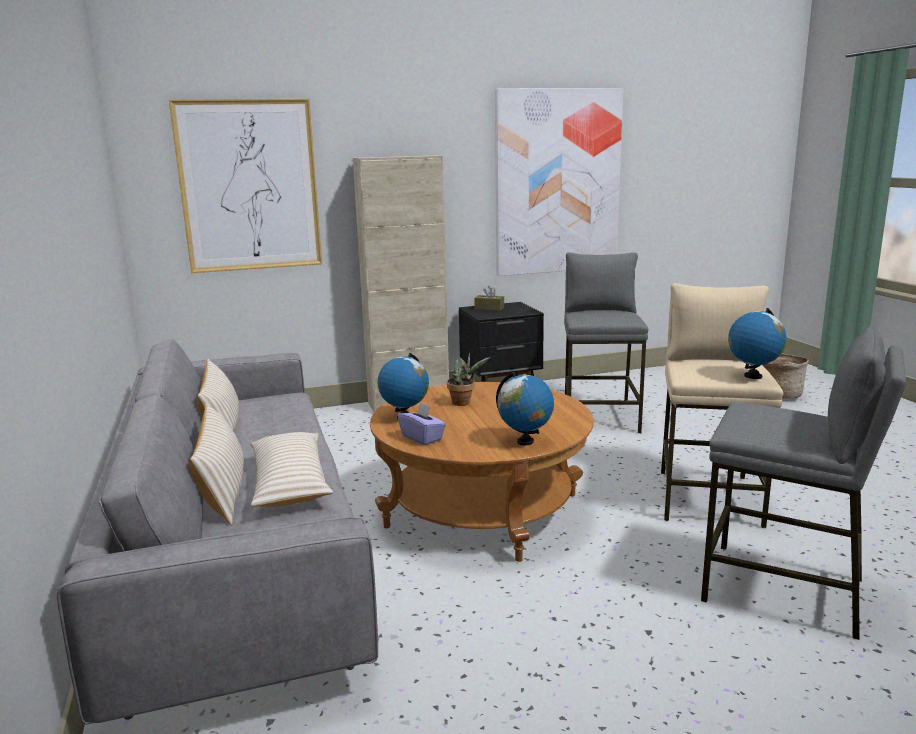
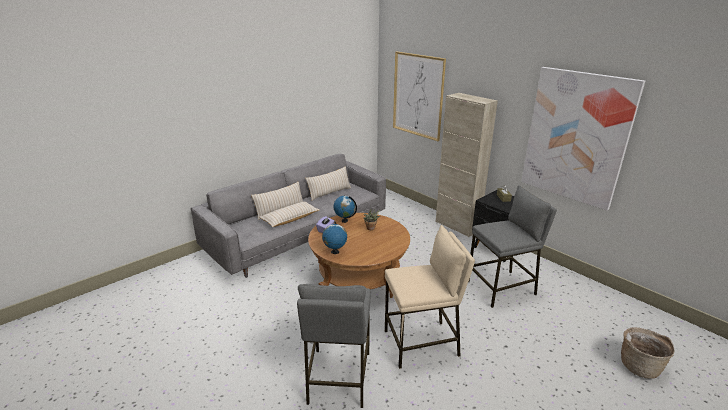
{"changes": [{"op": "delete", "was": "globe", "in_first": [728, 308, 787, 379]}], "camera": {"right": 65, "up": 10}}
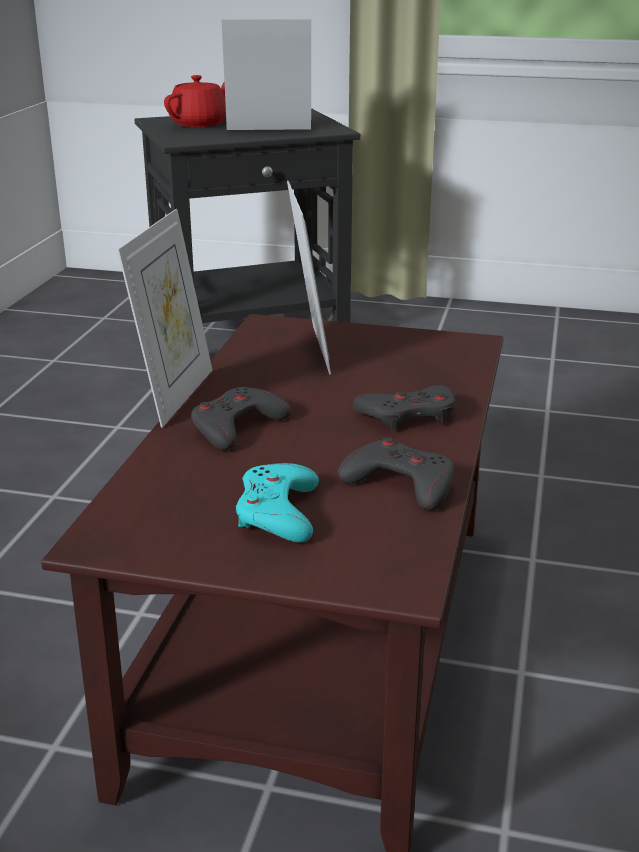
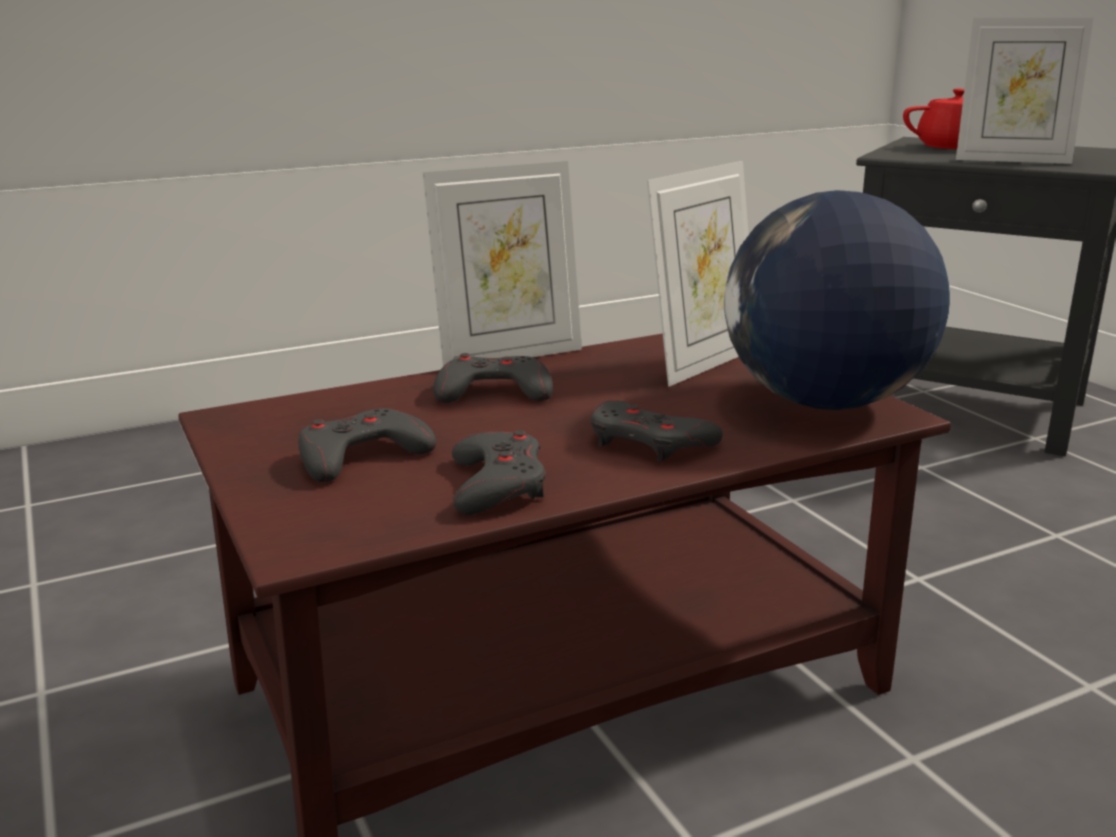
{"changes": [{"op": "rotate", "was": "picture frame", "in_first": [222, 19, 311, 130], "in_second": [956, 18, 1094, 164], "clockwise": 150}, {"op": "recolor", "was": "game controller (turquoise)", "now": "game controller (grey)", "in_first": [236, 463, 319, 543], "in_second": [298, 408, 436, 482]}, {"op": "insert", "now": "globe", "in_second": [724, 190, 950, 410]}], "camera": {"right": 50, "up": -5}}
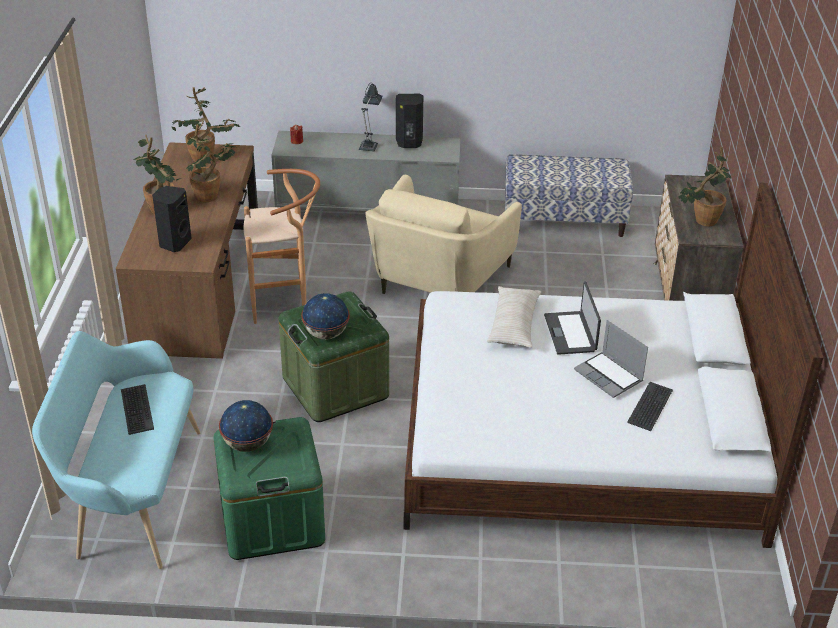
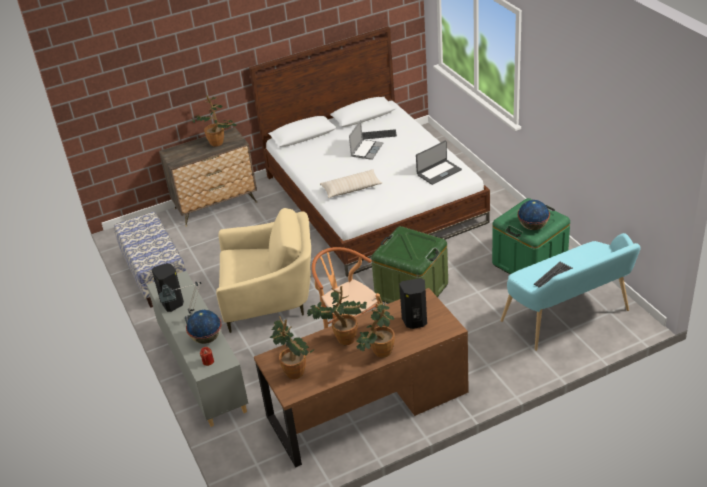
{"changes": [{"op": "move", "was": "laptop", "in_first": [544, 281, 601, 355], "in_second": [416, 141, 462, 185]}, {"op": "move", "was": "globe", "in_first": [301, 293, 350, 339], "in_second": [186, 310, 222, 344]}], "camera": {"right": -115, "up": 0}}
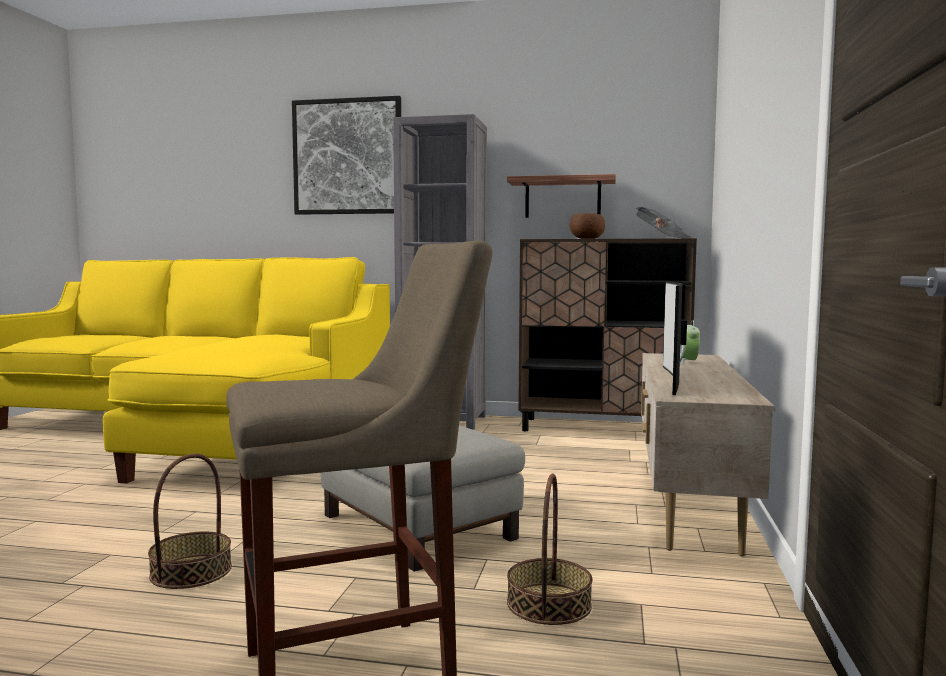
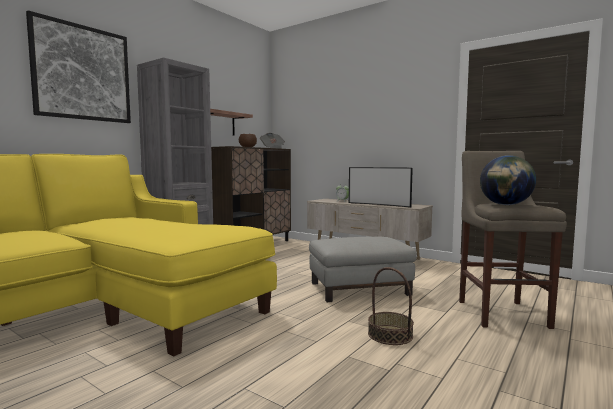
{"changes": [{"op": "delete", "was": "basket", "in_first": [507, 473, 593, 625]}, {"op": "insert", "now": "globe", "in_second": [480, 155, 536, 205]}], "camera": {"right": -65, "up": 0}}
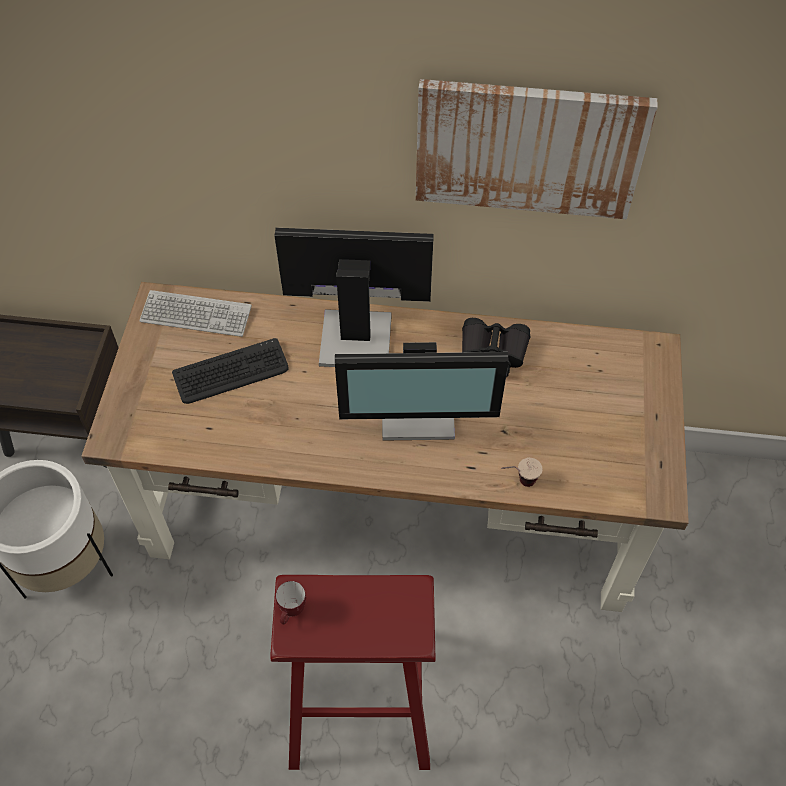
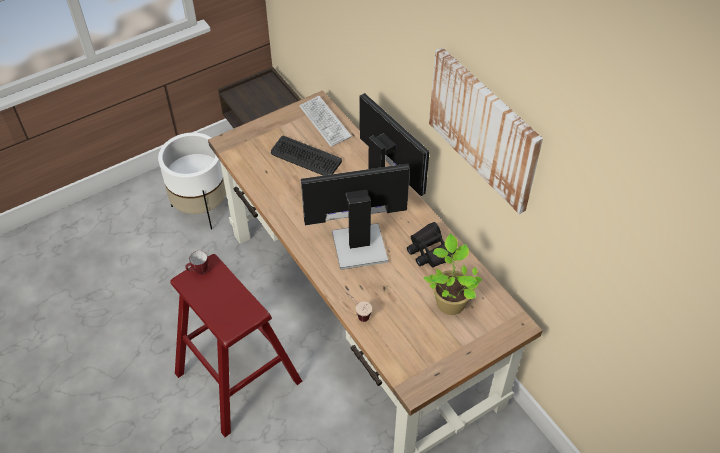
{"changes": [{"op": "rotate", "was": "monitor", "in_first": [335, 342, 509, 441], "in_second": [301, 164, 410, 270], "clockwise": 120}, {"op": "insert", "now": "potted plant", "in_second": [424, 234, 482, 315]}], "camera": {"right": 50, "up": -5}}
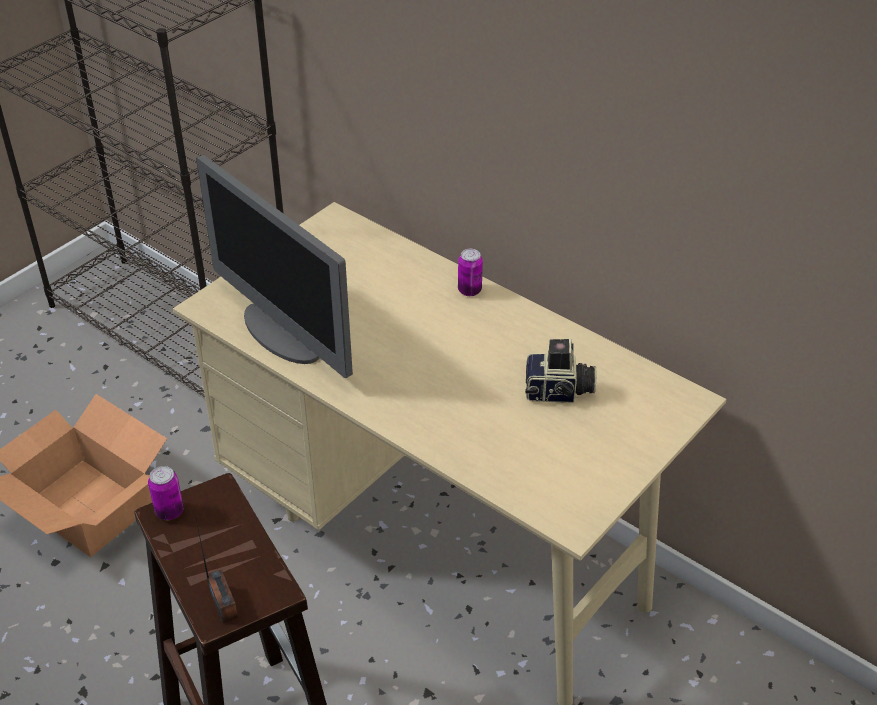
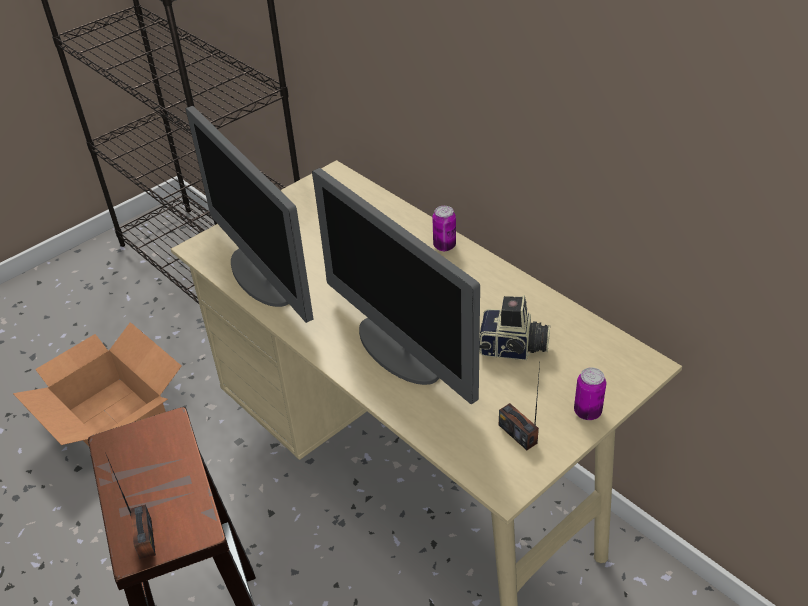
{"changes": [{"op": "move", "was": "can", "in_first": [148, 466, 184, 520], "in_second": [574, 367, 606, 420]}, {"op": "insert", "now": "monitor", "in_second": [312, 168, 480, 404]}, {"op": "insert", "now": "radio", "in_second": [499, 364, 540, 450]}], "camera": {"right": 10, "up": 0}}
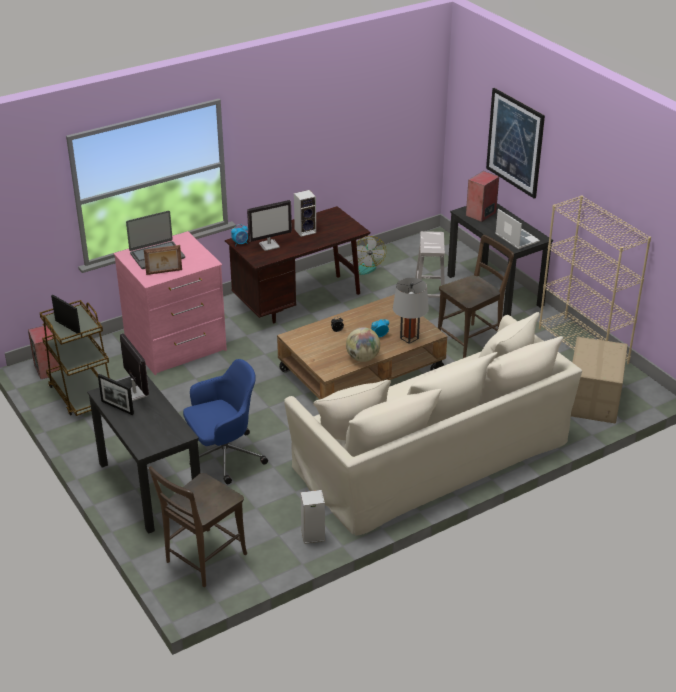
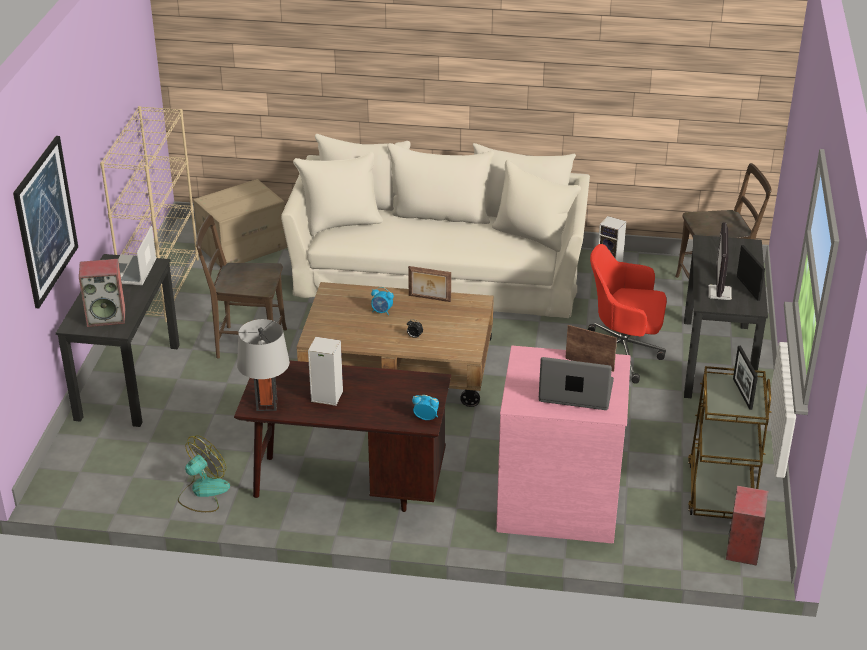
{"changes": [{"op": "delete", "was": "monitor", "in_first": [247, 200, 292, 251]}, {"op": "delete", "was": "stool (white)", "in_first": [415, 231, 446, 317]}, {"op": "move", "was": "table lamp (grey)", "in_first": [393, 278, 429, 344], "in_second": [237, 319, 290, 411]}, {"op": "replace", "was": "globe", "now": "picture frame", "in_first": [346, 327, 380, 362], "in_second": [408, 266, 451, 302]}, {"op": "recolor", "was": "office chair (blue)", "now": "office chair (red)", "in_first": [183, 359, 268, 484], "in_second": [588, 244, 667, 384]}], "camera": {"right": -140, "up": 0}}
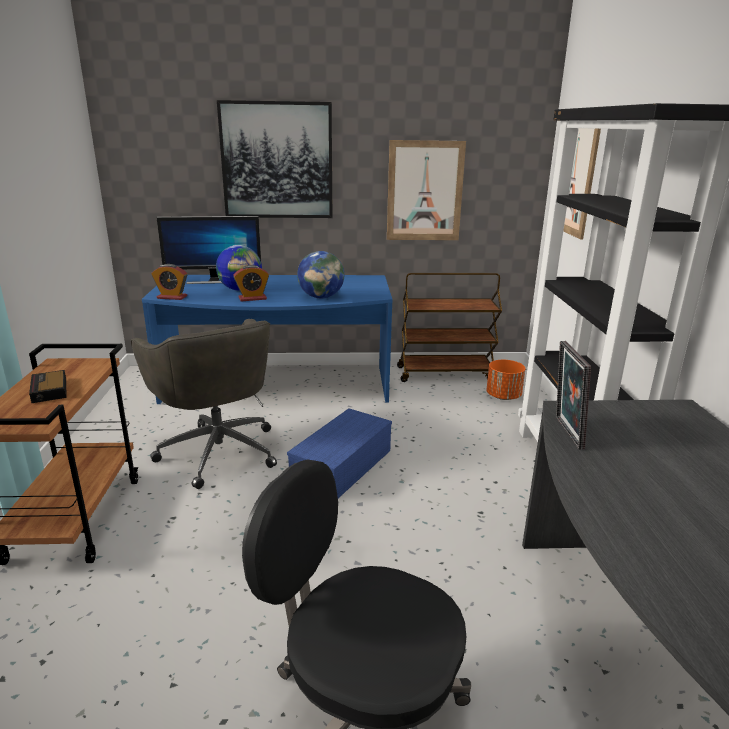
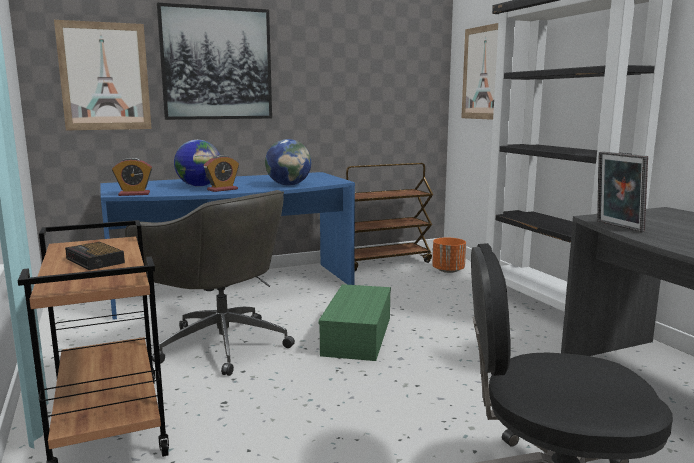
{"changes": [{"op": "move", "was": "picture", "in_first": [387, 140, 466, 240], "in_second": [54, 20, 152, 130]}, {"op": "delete", "was": "monitor", "in_first": [157, 216, 261, 284]}, {"op": "recolor", "was": "storage box (blue)", "now": "storage box (green)", "in_first": [287, 408, 392, 498], "in_second": [318, 284, 391, 361]}], "camera": {"right": -20, "up": -10}}
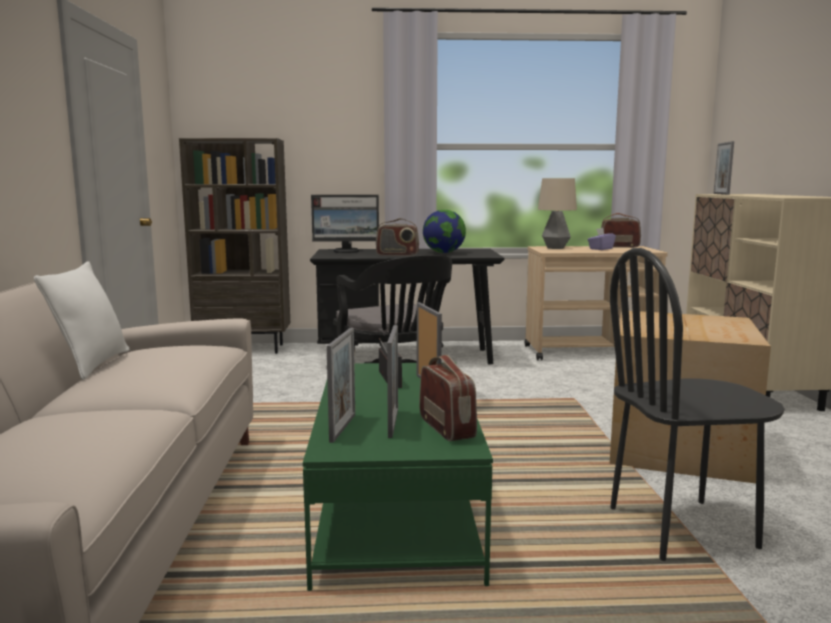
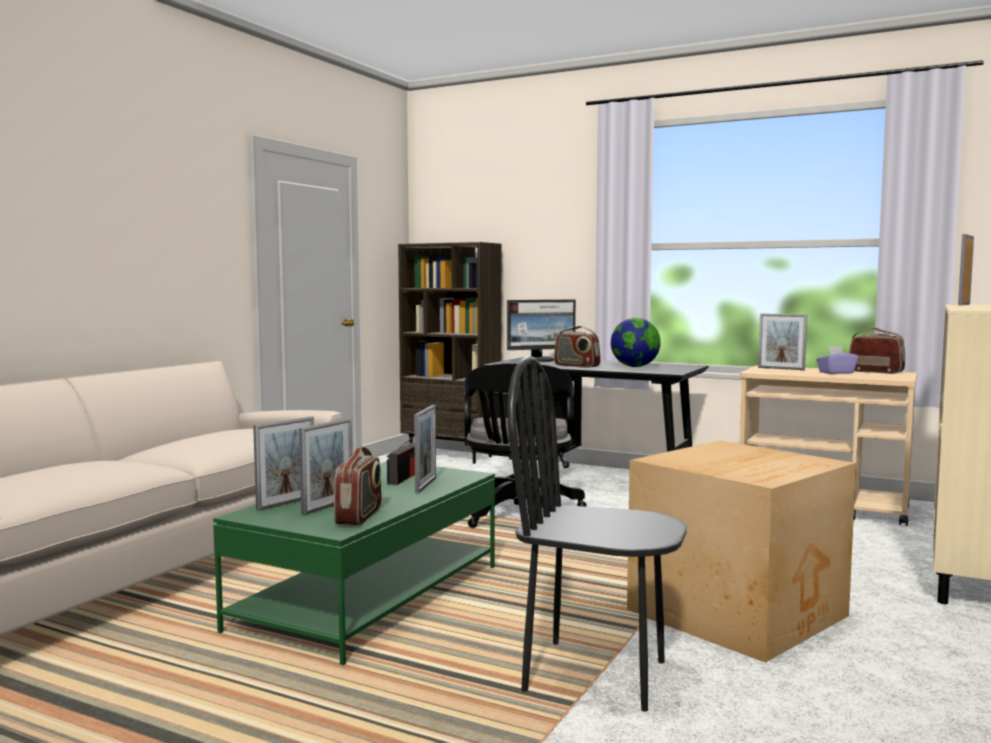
{"changes": [{"op": "replace", "was": "table lamp", "now": "picture frame", "in_first": [538, 178, 577, 249], "in_second": [758, 313, 807, 370]}, {"op": "rotate", "was": "monitor", "in_first": [311, 195, 379, 253], "in_second": [507, 300, 576, 362], "clockwise": -45}, {"op": "delete", "was": "pillow (white)", "in_first": [34, 261, 130, 380]}], "camera": {"right": 30, "up": -5}}
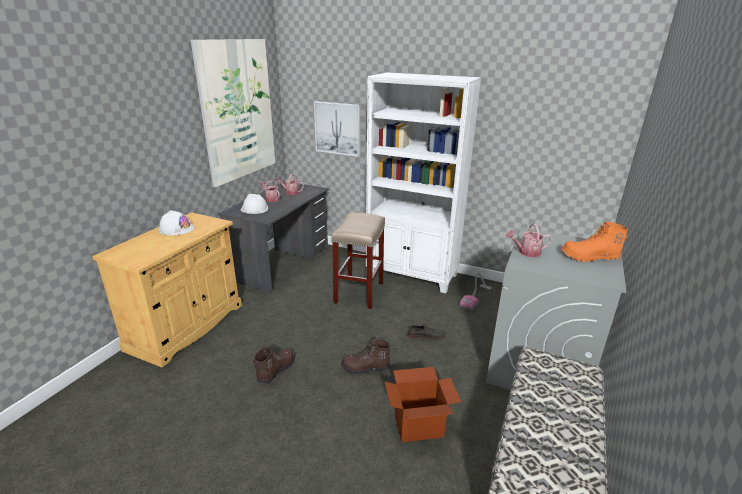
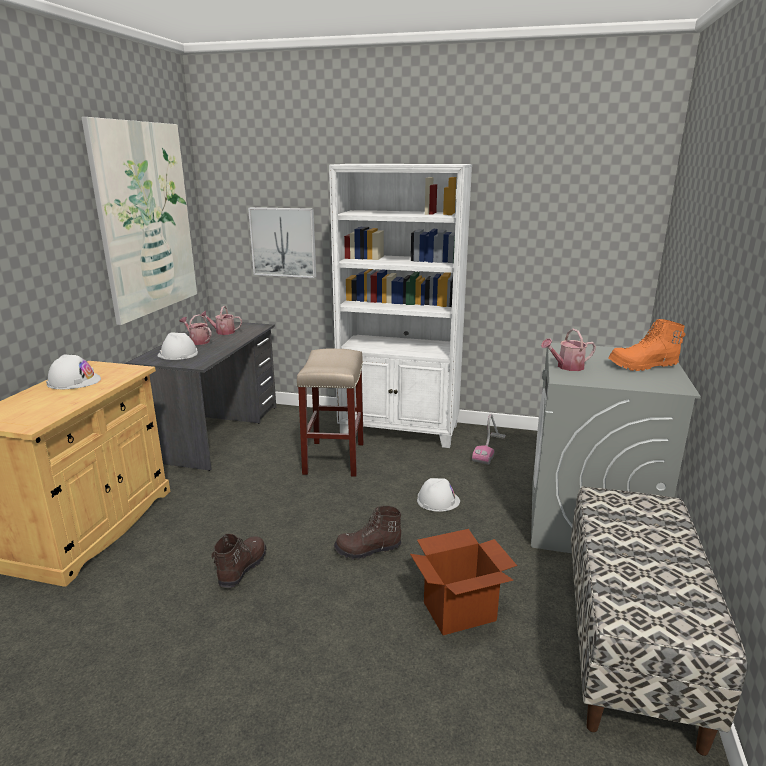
{"changes": [{"op": "replace", "was": "shoe (grey)", "now": "hard hat (white)", "in_first": [407, 324, 446, 340], "in_second": [417, 478, 460, 512]}], "camera": {"right": -10, "up": -5}}
